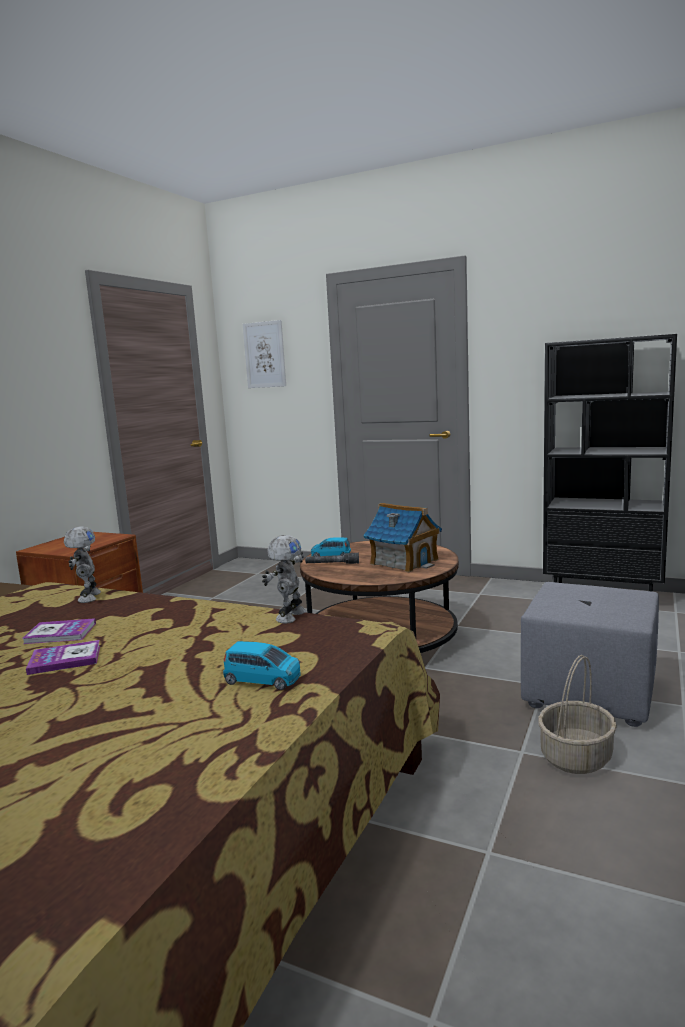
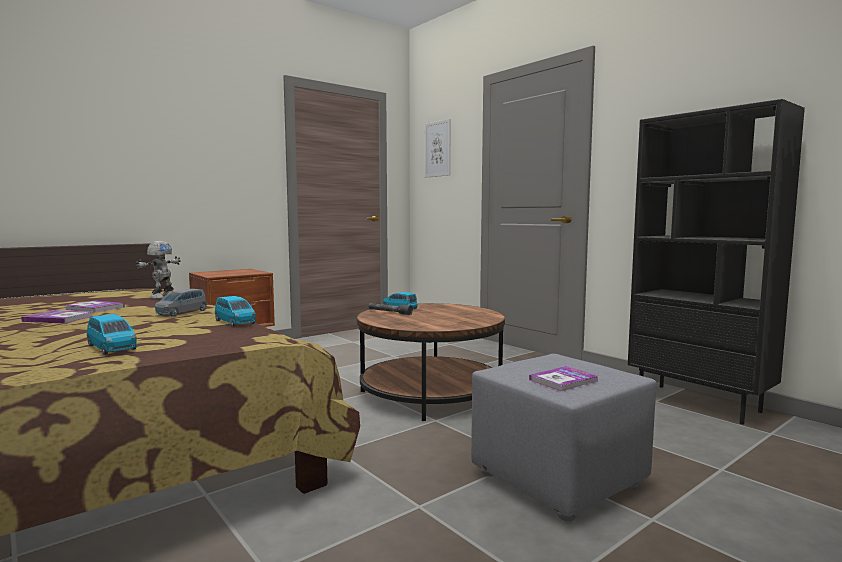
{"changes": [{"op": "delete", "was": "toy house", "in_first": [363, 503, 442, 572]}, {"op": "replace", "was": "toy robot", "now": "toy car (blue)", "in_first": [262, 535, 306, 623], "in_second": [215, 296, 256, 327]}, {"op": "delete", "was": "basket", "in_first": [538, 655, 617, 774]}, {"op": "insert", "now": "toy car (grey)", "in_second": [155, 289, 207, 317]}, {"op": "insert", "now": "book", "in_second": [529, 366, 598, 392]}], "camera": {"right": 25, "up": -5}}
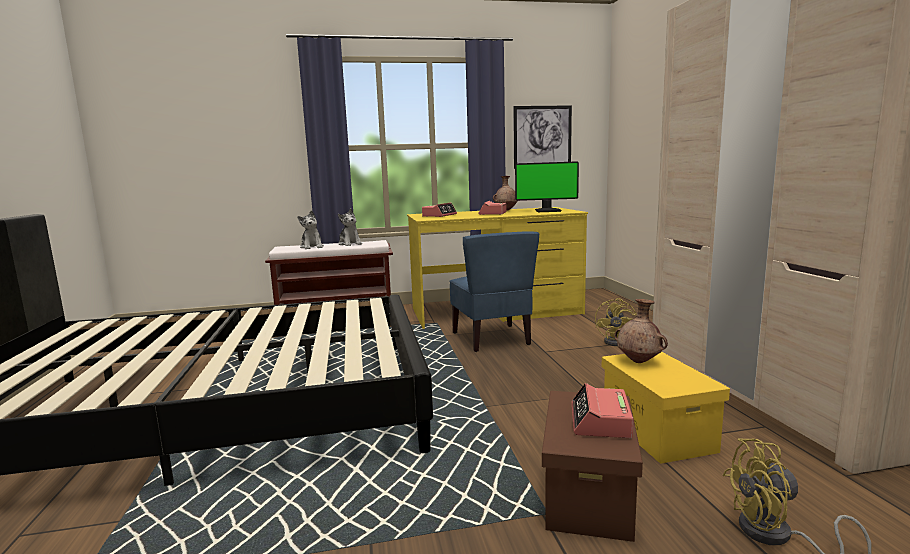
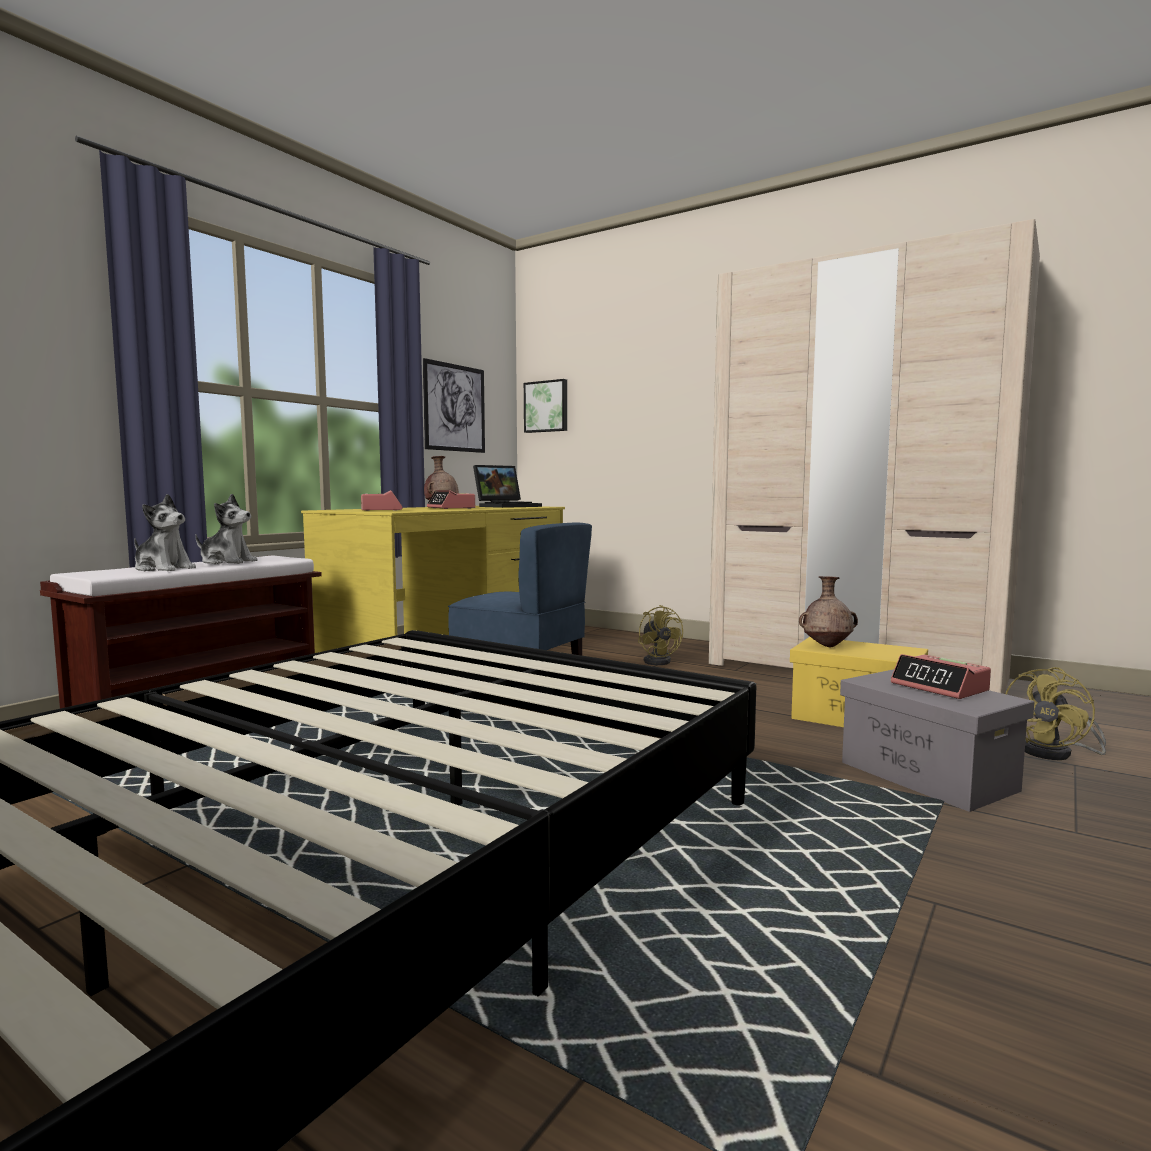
{"changes": [{"op": "replace", "was": "monitor", "now": "laptop", "in_first": [515, 161, 579, 212], "in_second": [473, 465, 542, 508]}, {"op": "recolor", "was": "storage box (brown)", "now": "storage box (grey)", "in_first": [542, 391, 643, 542], "in_second": [840, 669, 1034, 812]}, {"op": "insert", "now": "picture", "in_second": [524, 379, 567, 433]}], "camera": {"right": -45, "up": -5}}
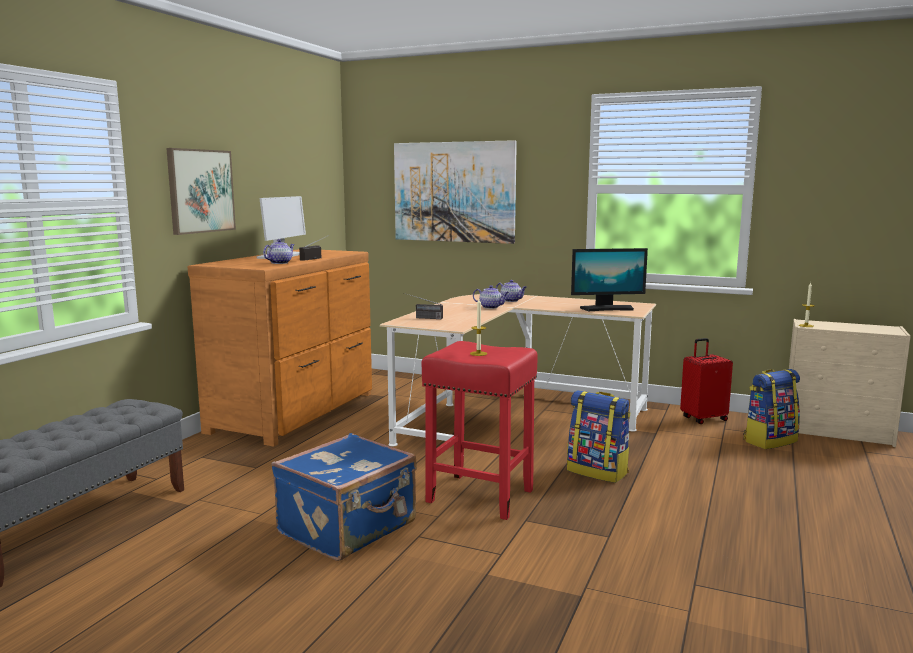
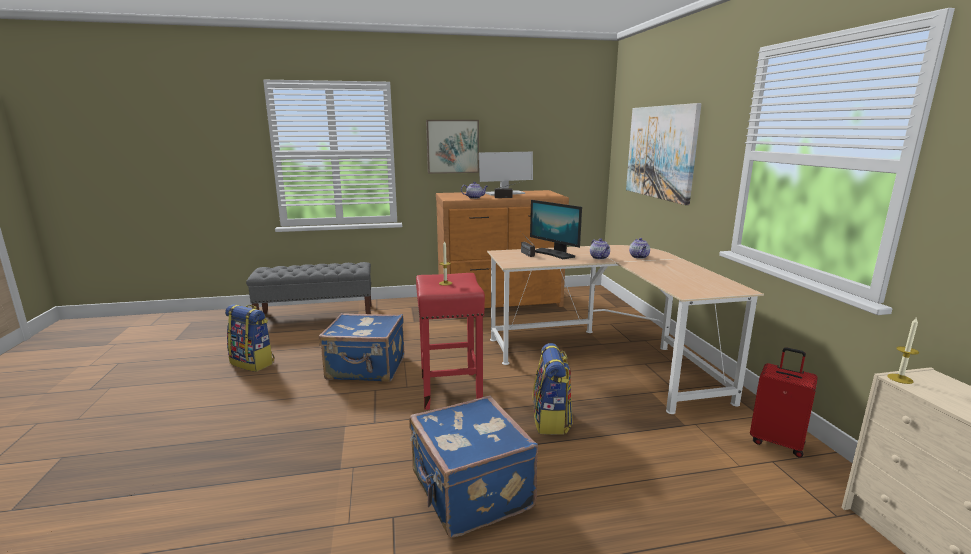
{"changes": [{"op": "move", "was": "monitor", "in_first": [571, 248, 648, 311], "in_second": [530, 200, 582, 259]}, {"op": "move", "was": "backpack", "in_first": [743, 369, 800, 449], "in_second": [225, 304, 274, 372]}, {"op": "insert", "now": "suitcase (blue)", "in_second": [409, 396, 538, 537]}], "camera": {"right": 55, "up": 5}}
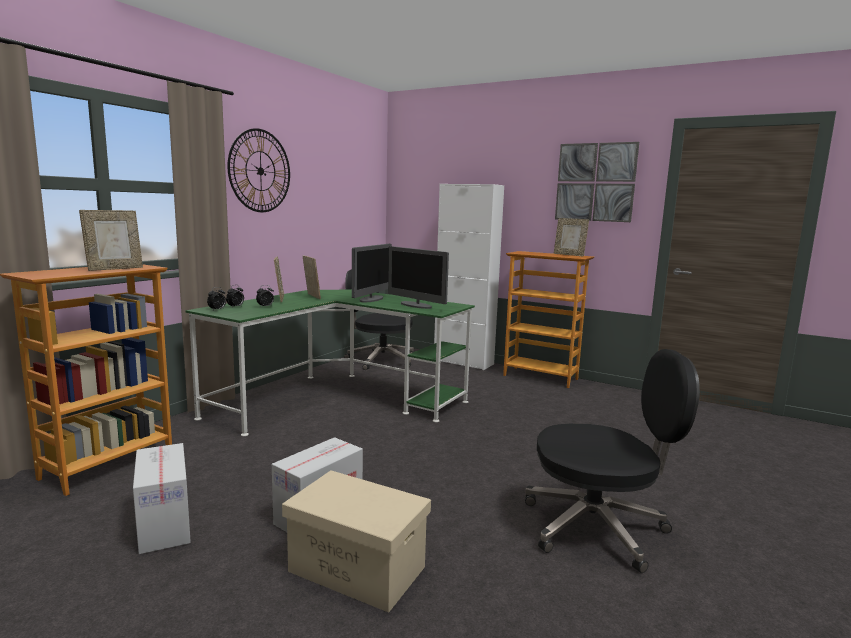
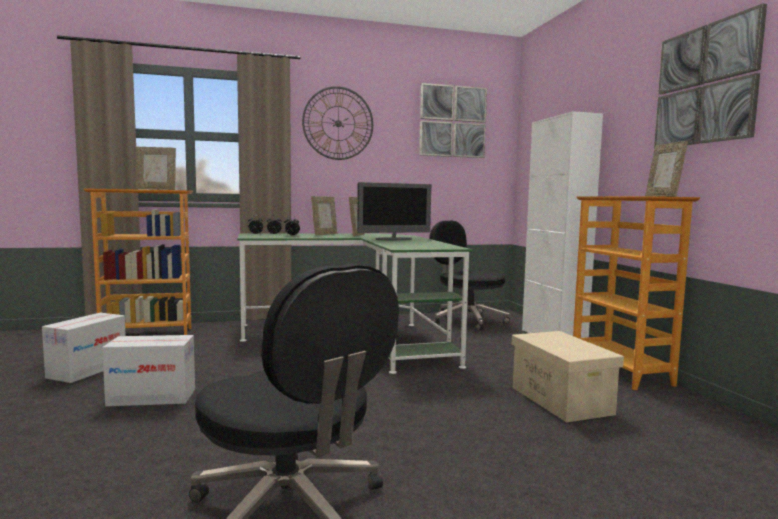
{"changes": [{"op": "delete", "was": "monitor", "in_first": [388, 246, 449, 309]}, {"op": "move", "was": "storage box (beige)", "in_first": [282, 470, 431, 612], "in_second": [512, 331, 624, 422]}, {"op": "insert", "now": "picture", "in_second": [419, 83, 487, 158]}], "camera": {"right": 45, "up": -5}}
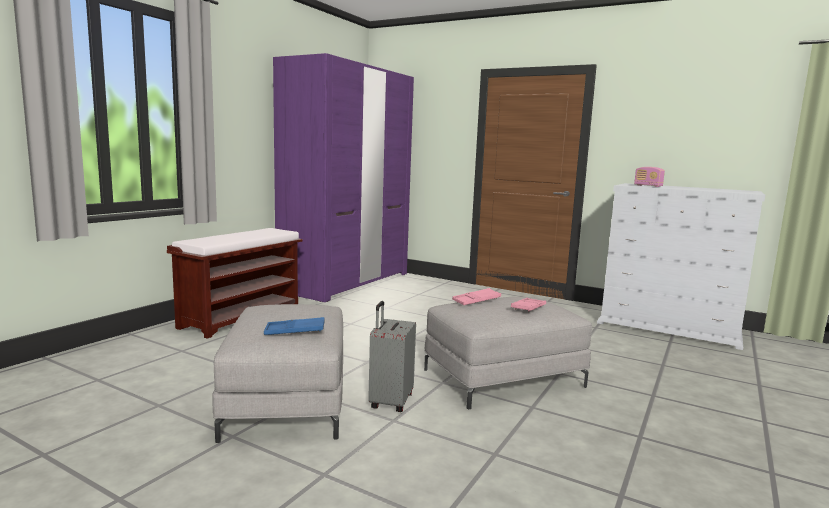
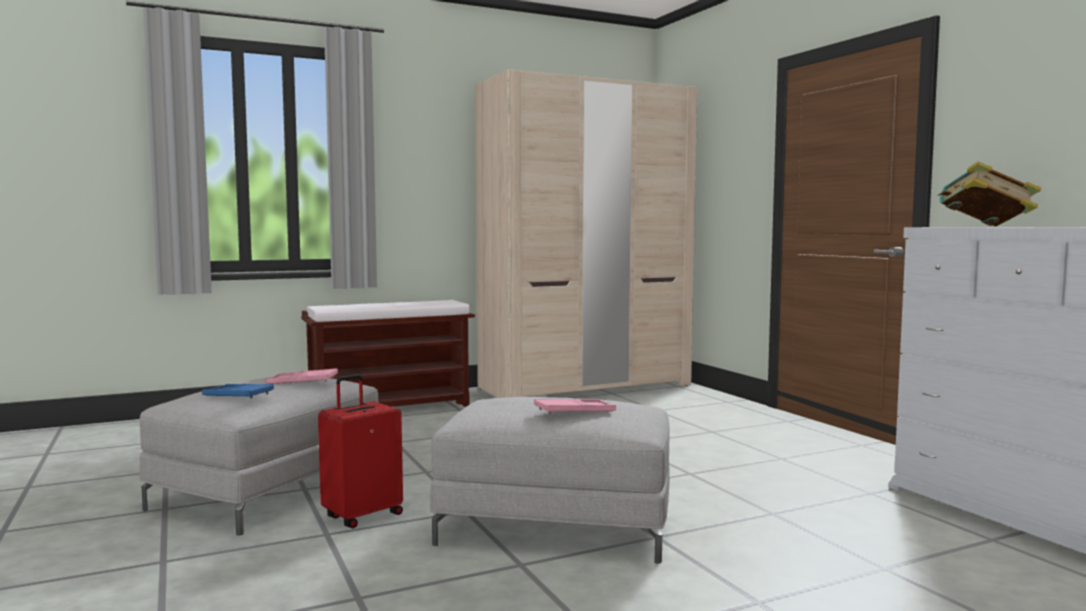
{"changes": [{"op": "recolor", "was": "wardrobe (purple)", "now": "wardrobe (beige)", "in_first": [273, 53, 414, 302], "in_second": [475, 69, 697, 398]}, {"op": "replace", "was": "radio", "now": "book", "in_first": [634, 167, 665, 187], "in_second": [937, 161, 1041, 226]}, {"op": "move", "was": "tray (pink)", "in_first": [452, 288, 501, 305], "in_second": [266, 368, 338, 384]}, {"op": "recolor", "was": "suitcase (grey)", "now": "suitcase (red)", "in_first": [368, 301, 416, 412], "in_second": [318, 374, 403, 528]}], "camera": {"right": 35, "up": -5}}
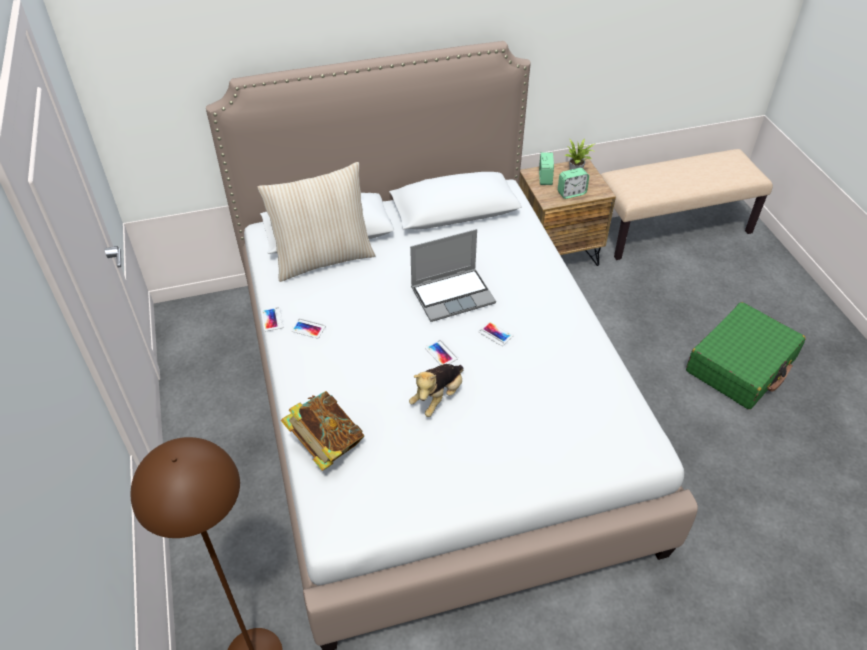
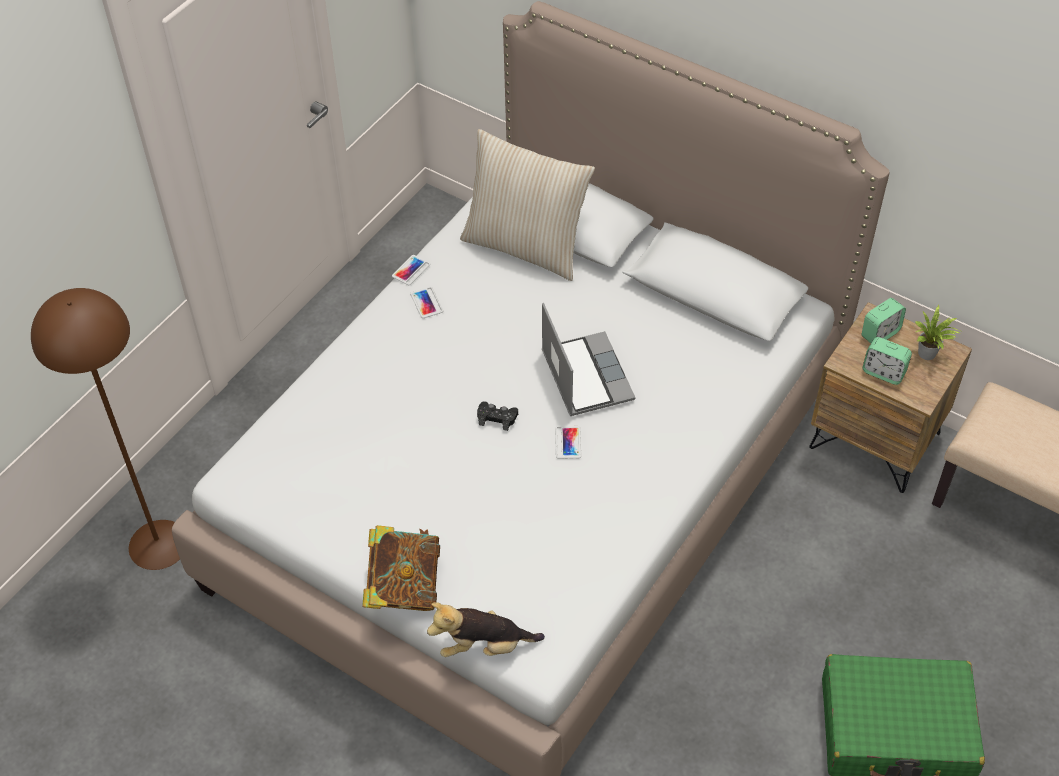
{"changes": [{"op": "rotate", "was": "laptop", "in_first": [410, 229, 496, 322], "in_second": [542, 303, 635, 416], "clockwise": -135}, {"op": "replace", "was": "phone", "now": "game controller (black)", "in_first": [425, 339, 458, 365], "in_second": [477, 401, 518, 431]}, {"op": "move", "was": "plush toy", "in_first": [409, 364, 463, 417], "in_second": [427, 603, 545, 657]}, {"op": "move", "was": "book", "in_first": [281, 391, 365, 471], "in_second": [362, 525, 440, 611]}], "camera": {"right": 50, "up": 5}}
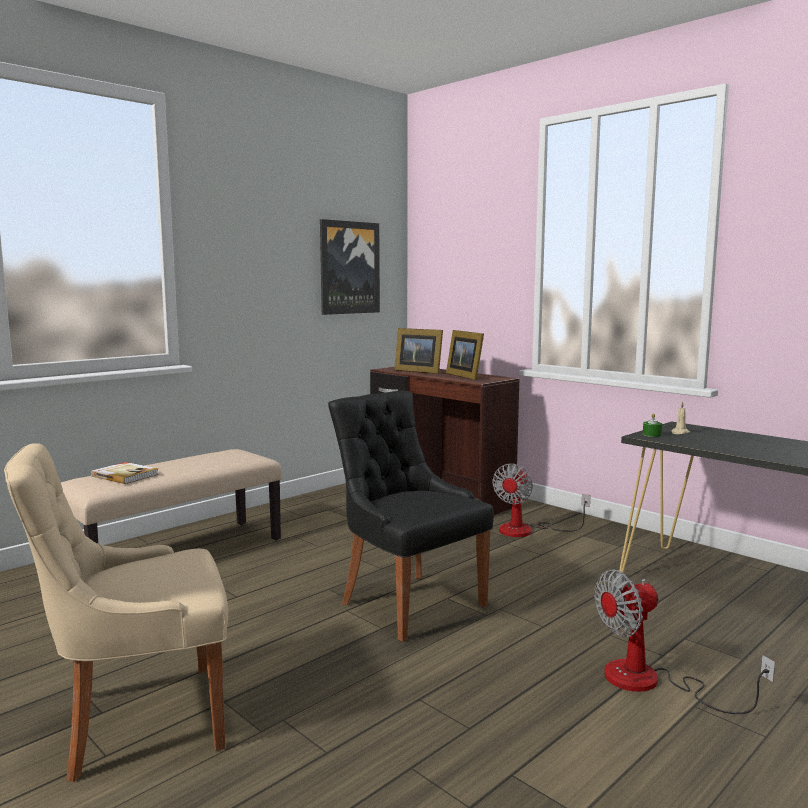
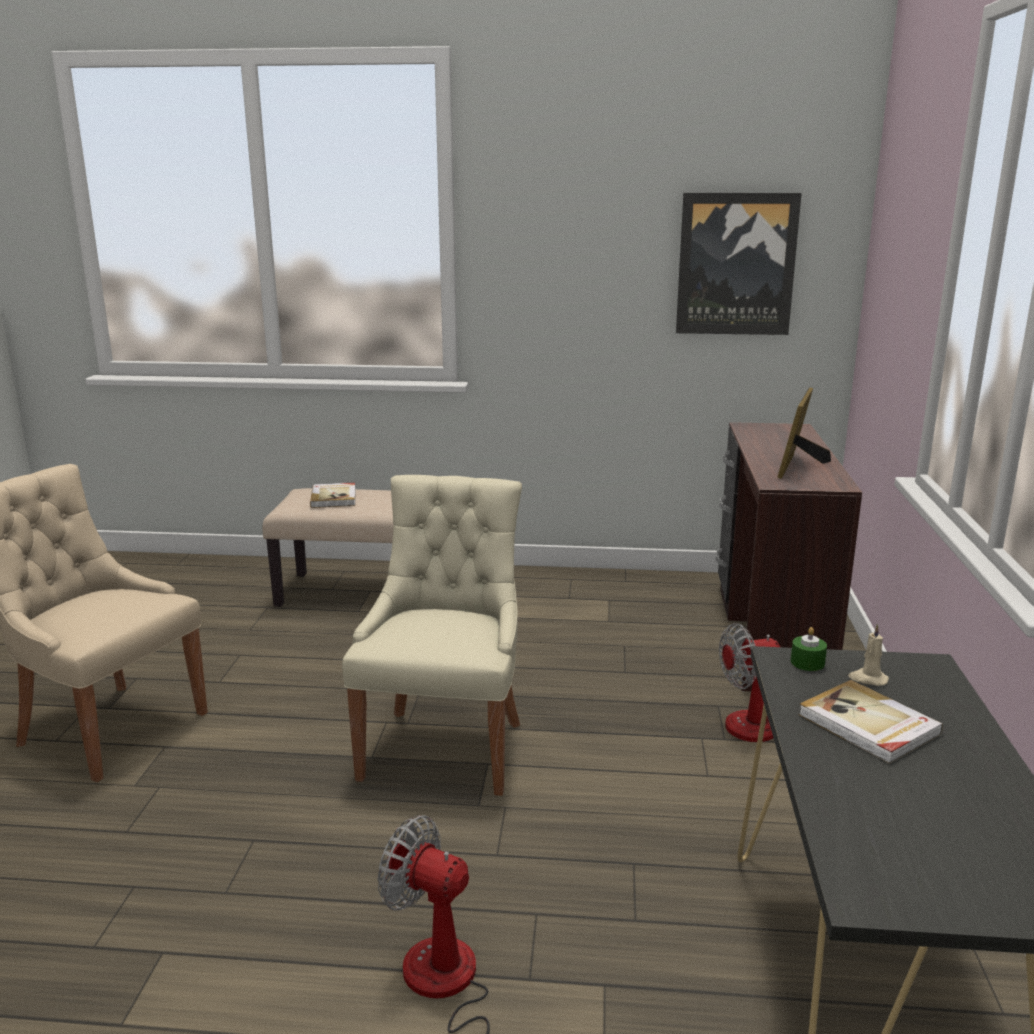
{"changes": [{"op": "delete", "was": "picture frame", "in_first": [394, 328, 443, 374]}, {"op": "recolor", "was": "chair (black)", "now": "chair (beige)", "in_first": [328, 391, 494, 642], "in_second": [342, 475, 522, 796]}, {"op": "insert", "now": "book", "in_second": [799, 680, 943, 764]}], "camera": {"right": 50, "up": 10}}
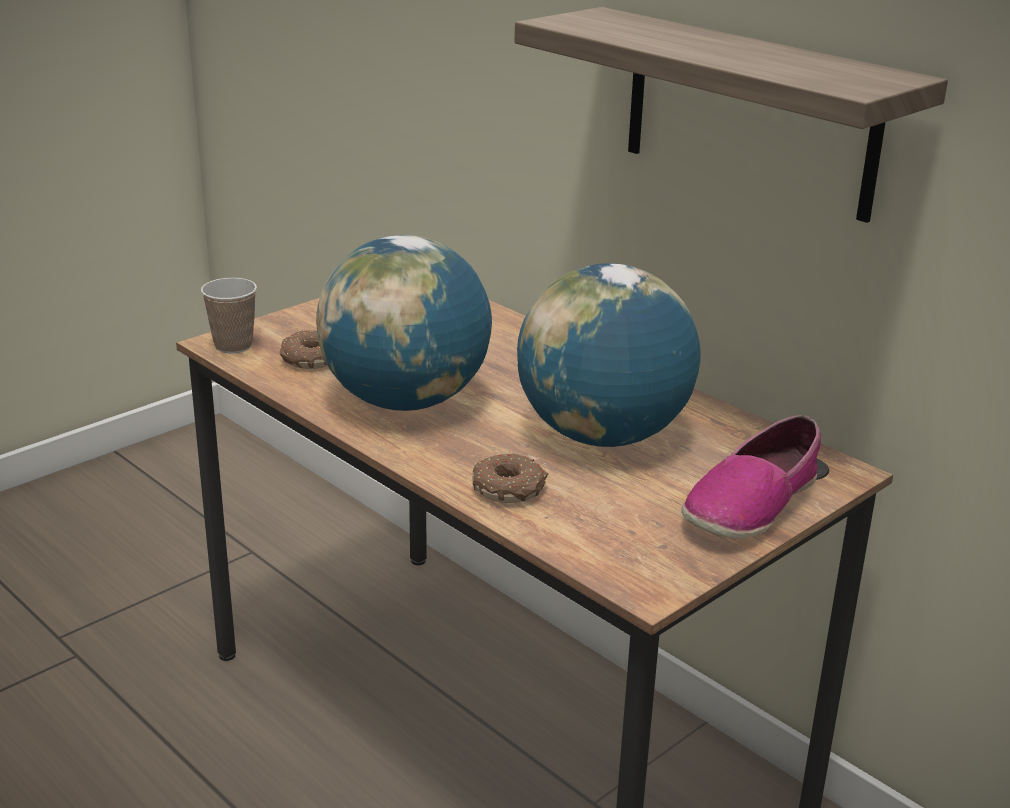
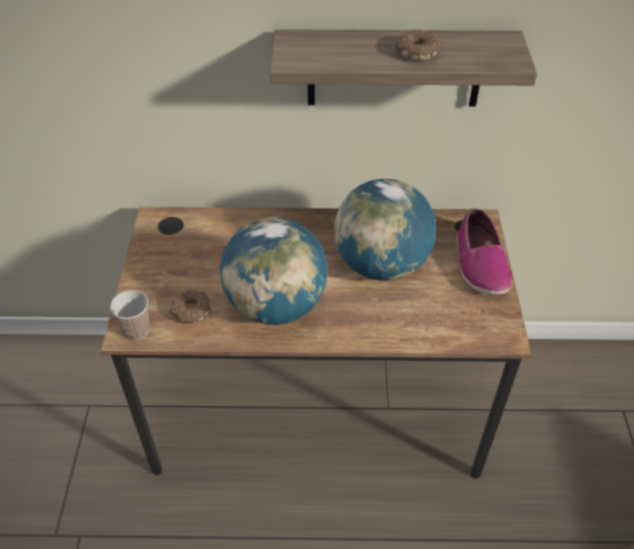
{"changes": [{"op": "move", "was": "donut", "in_first": [472, 453, 548, 503], "in_second": [395, 29, 442, 61]}], "camera": {"right": -45, "up": 20}}
